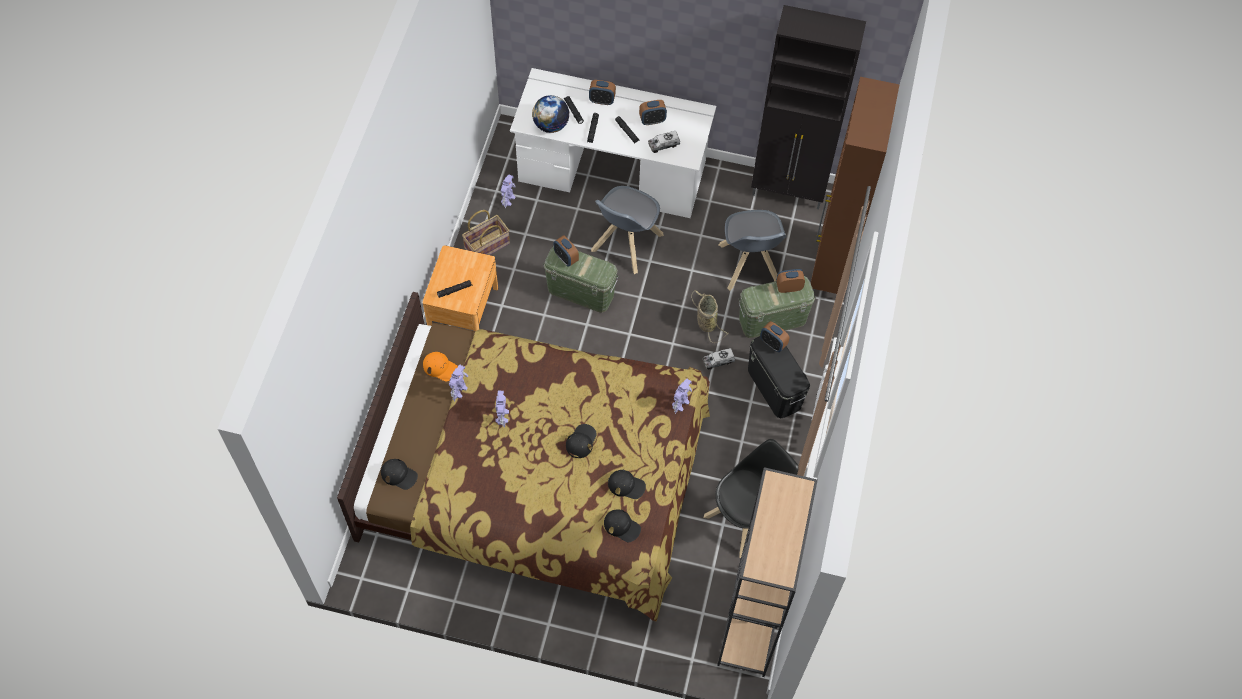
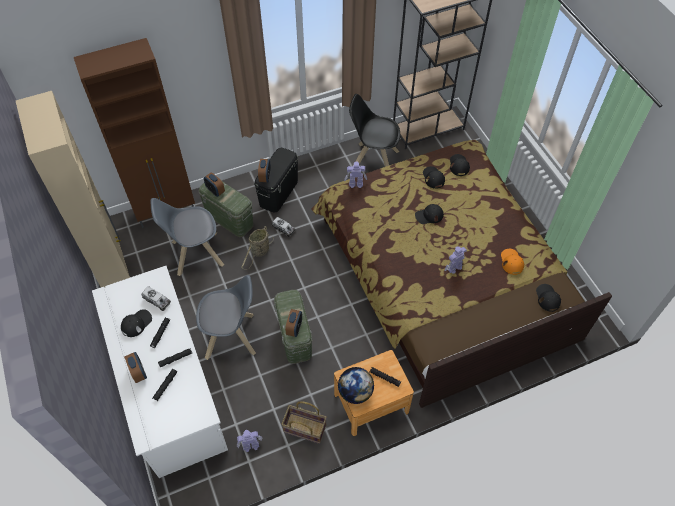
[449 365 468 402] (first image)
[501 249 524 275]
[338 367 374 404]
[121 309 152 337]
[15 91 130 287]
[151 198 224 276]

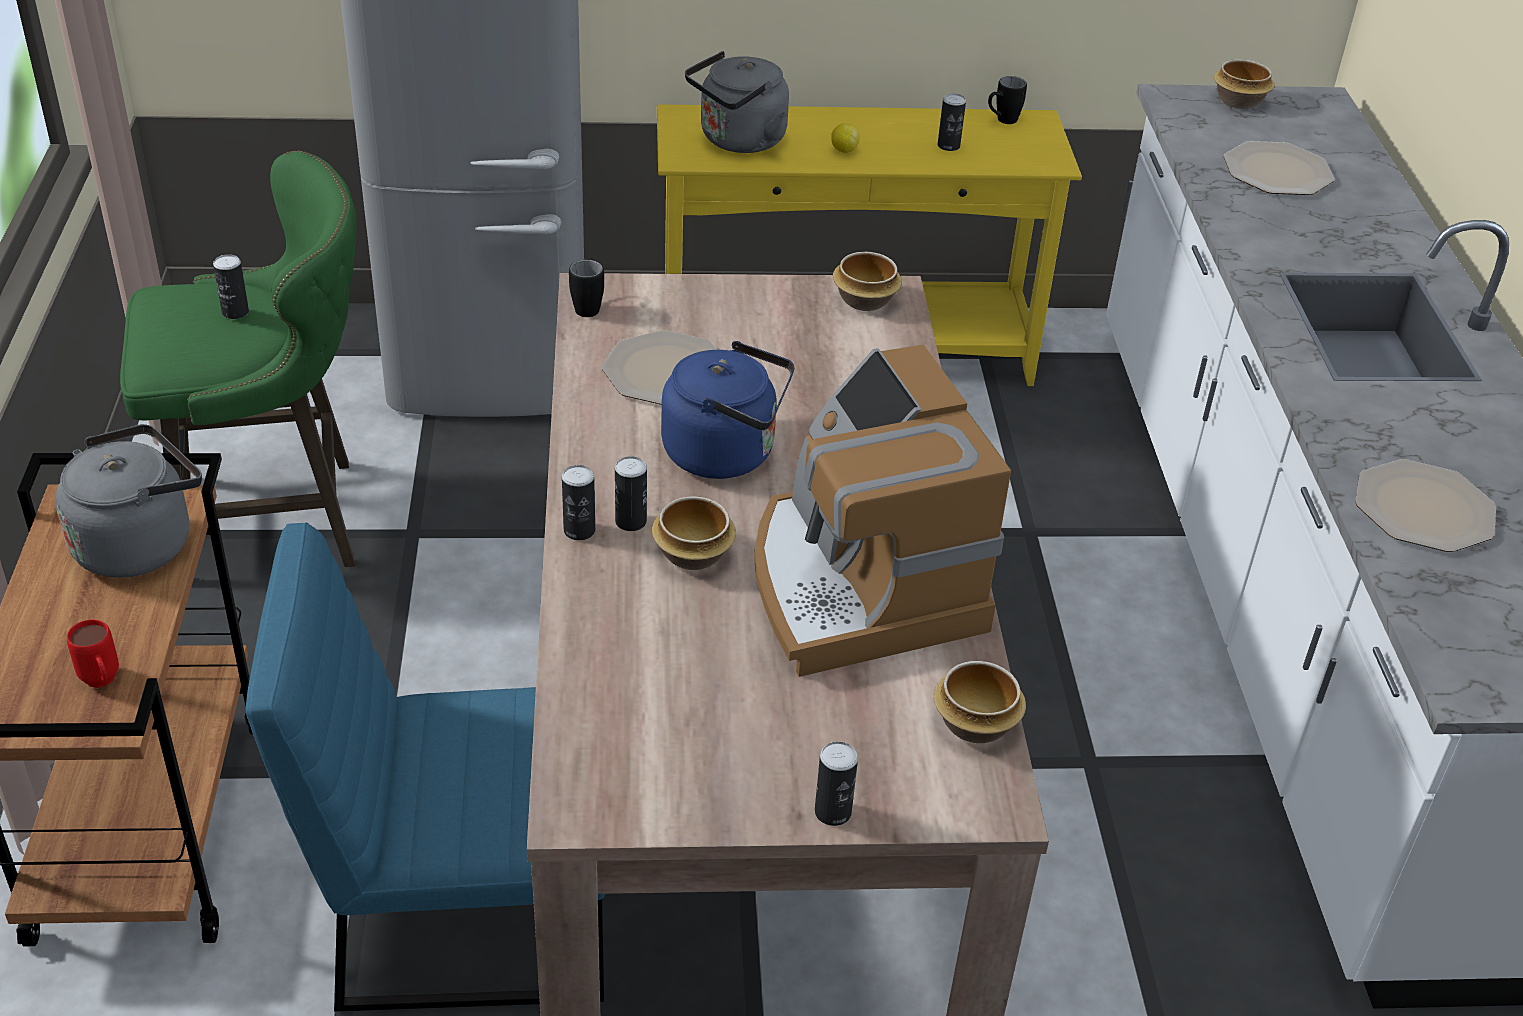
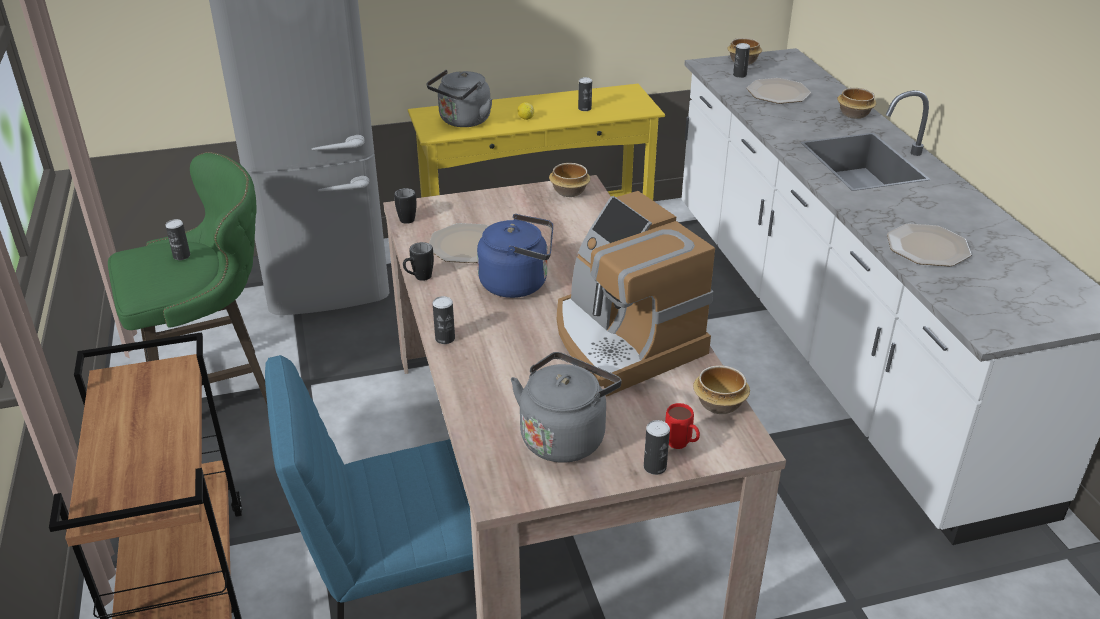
[511 352 621 463]
[665 403 700 449]
[733 43 750 78]
[837 88 877 119]
[403 242 434 281]

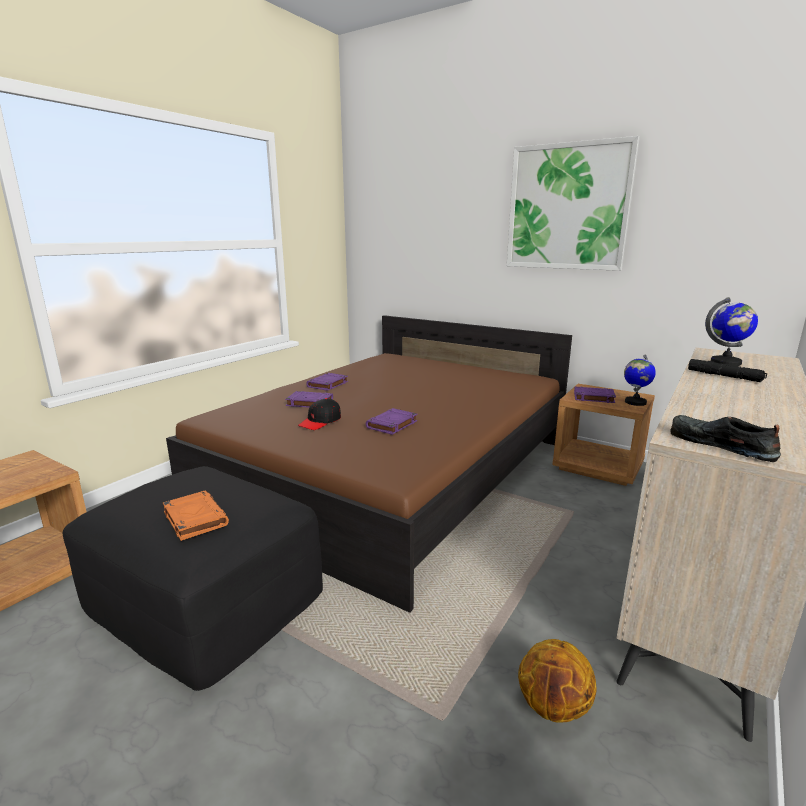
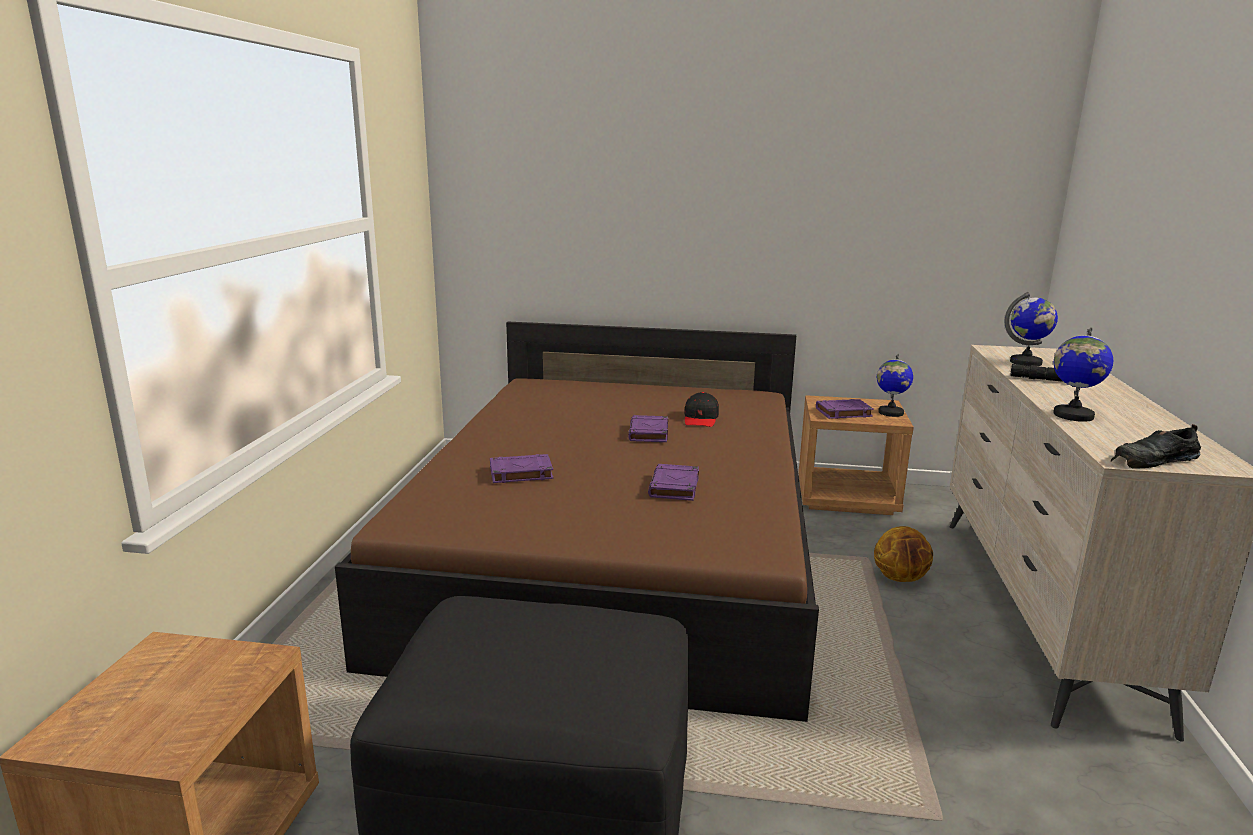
[163 490 229 541] (first image)
[507 136 640 271] (first image)
[1053 327 1114 422]
[684 392 719 427]
[628 415 668 442]
[874 526 933 582]
[1111 424 1201 468]

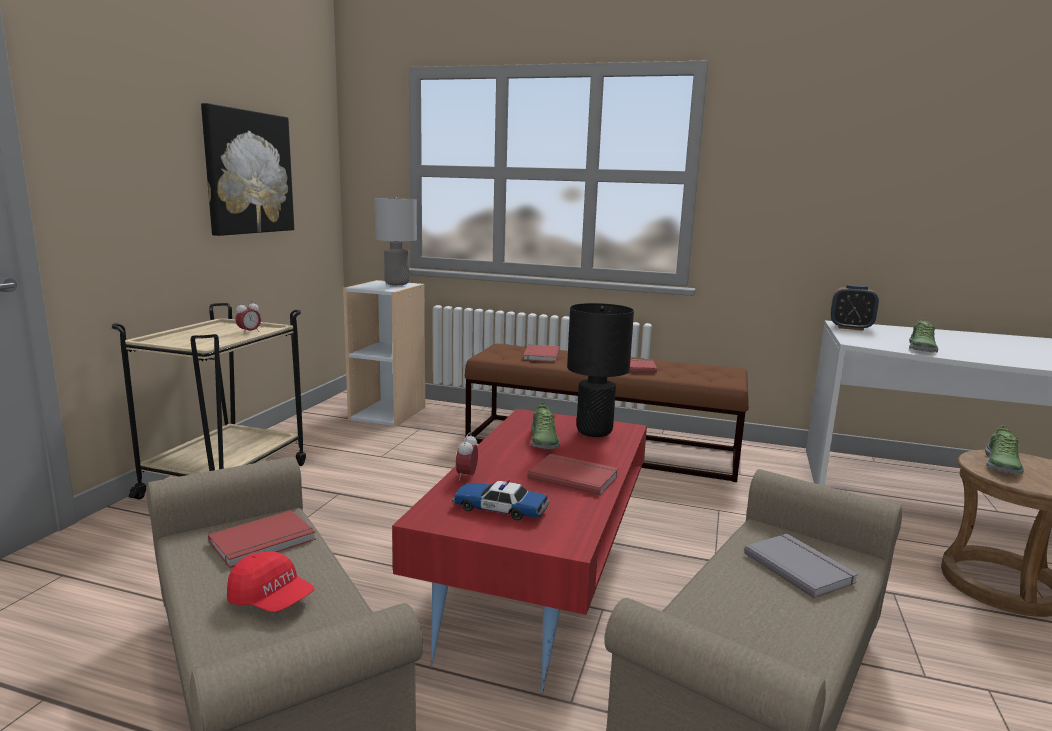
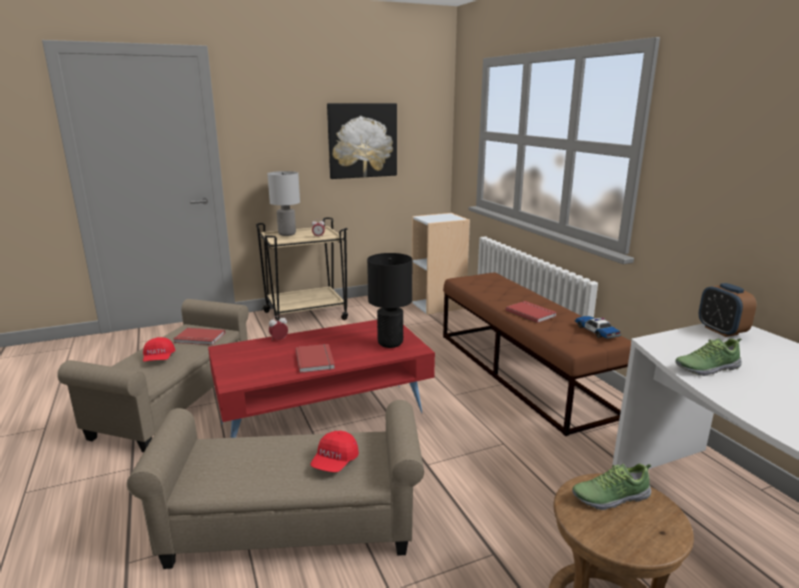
[523 345 560 362] (first image)
[531 402 560 449] (first image)
[267 171 300 236]
[575 316 621 339]
[310 431 359 472]

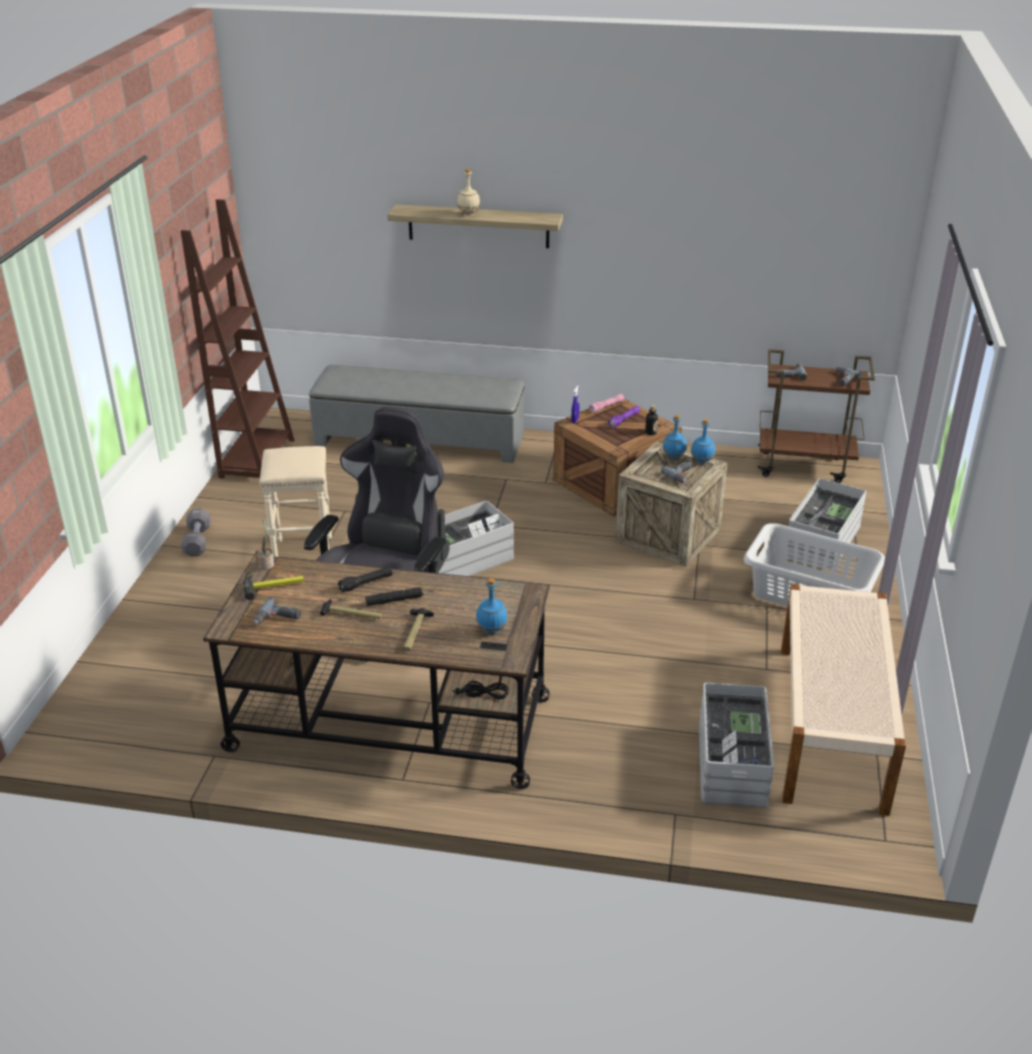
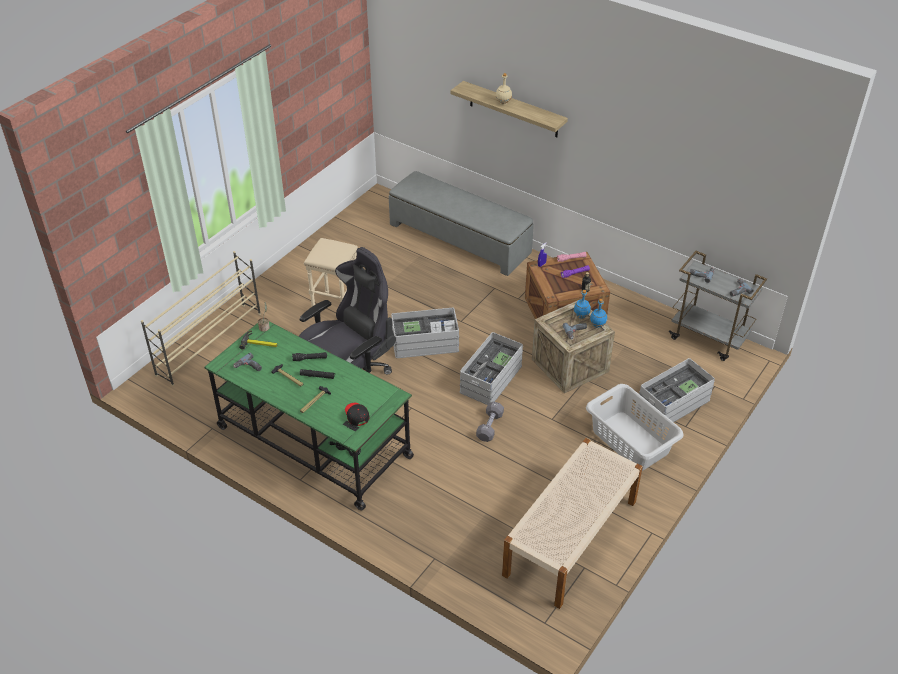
[181 199 295 479] (first image)
[141 251 261 386]
[476 402 504 442]
[460 332 523 405]
[345 403 369 426]
[204 321 414 510]
[669 251 767 361]

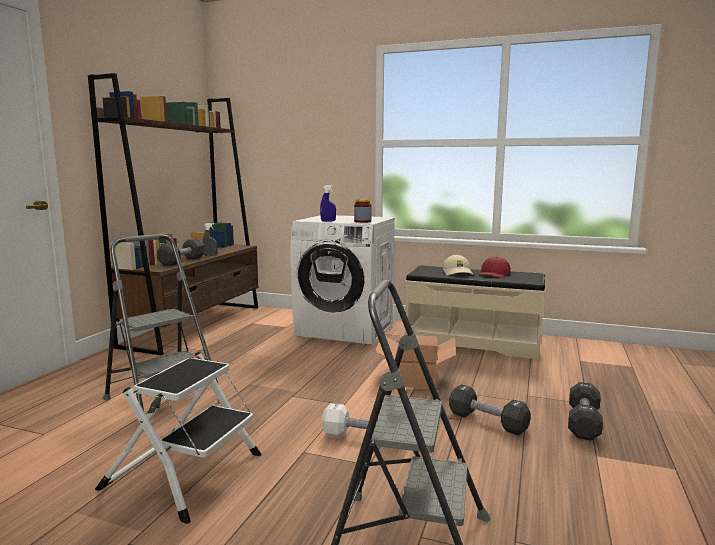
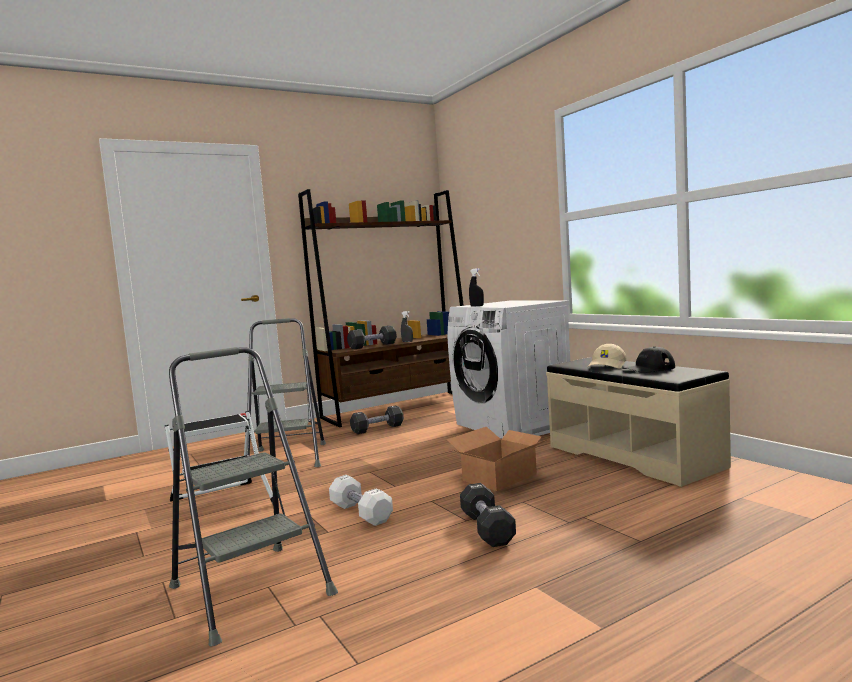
[354 199 371 223] (first image)
[350 405 404 434]
[469 268 484 306]
[623 346 675 373]

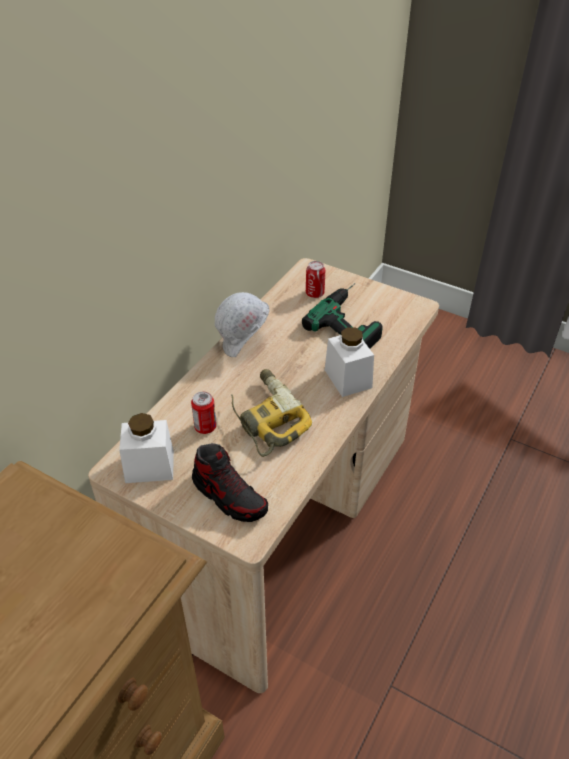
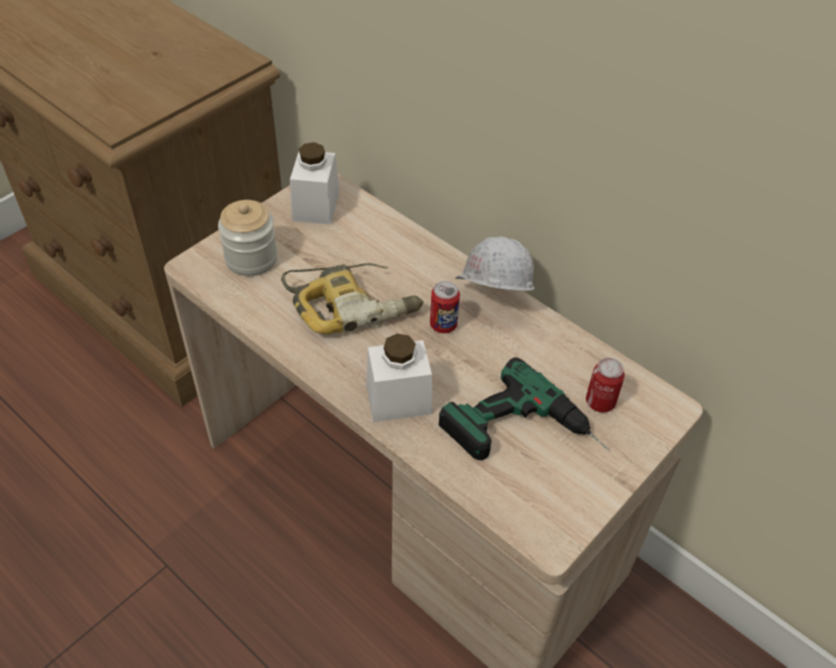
[430 281 460 333]
[218 200 278 276]

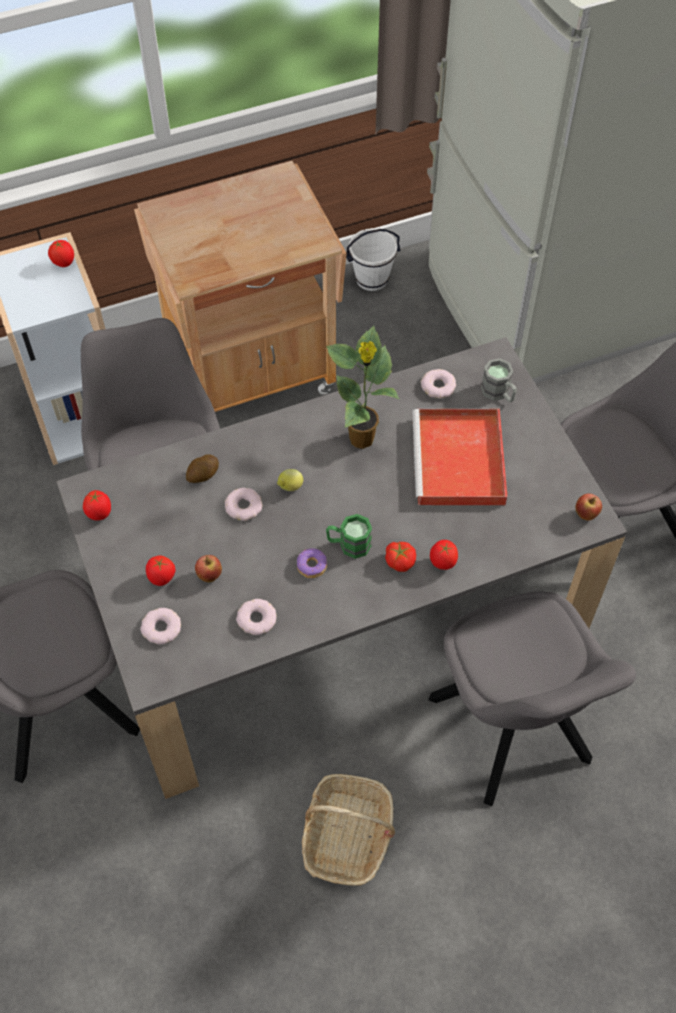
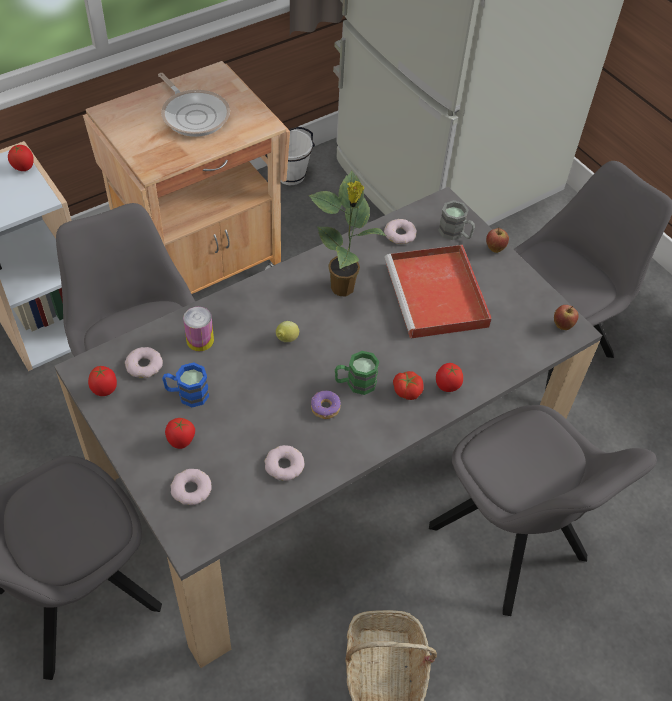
[158 73 230 137]
[162 362 209 407]
[486 227 509 253]
[125 347 163 378]
[183 307 214 351]

